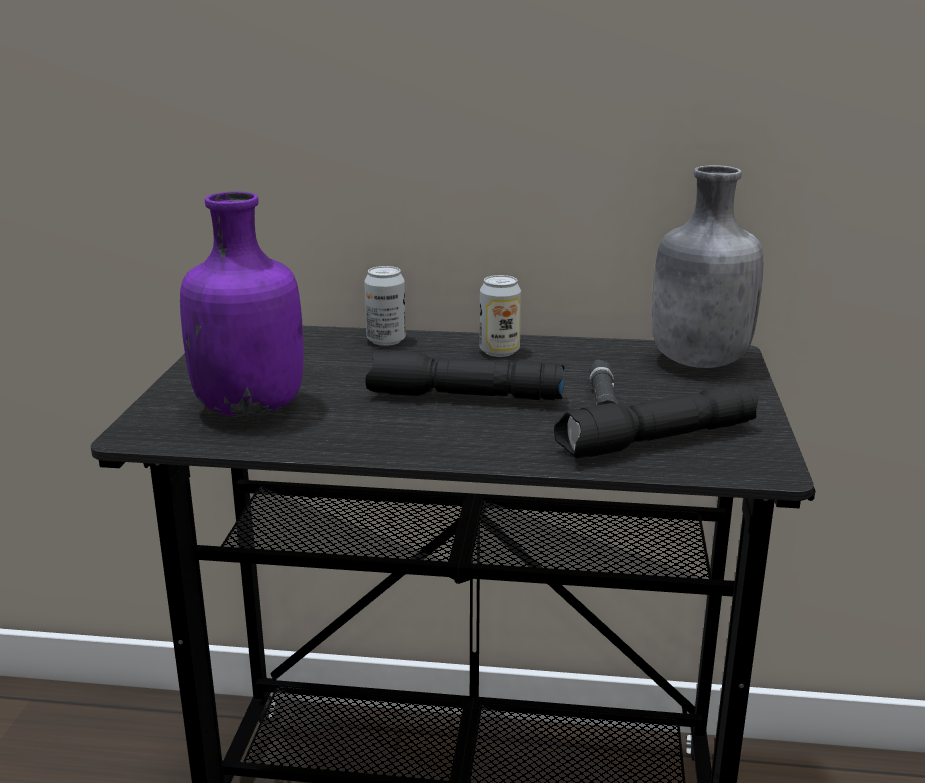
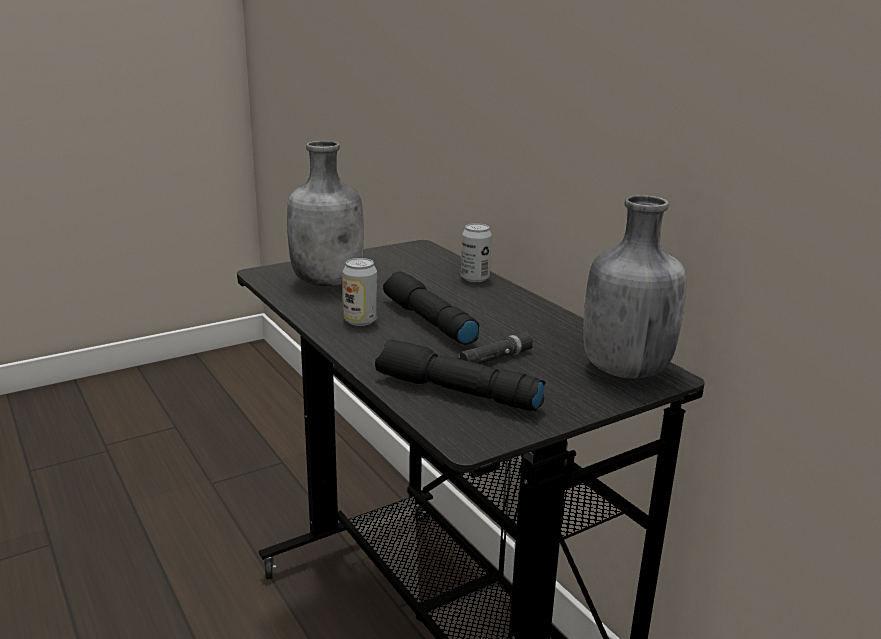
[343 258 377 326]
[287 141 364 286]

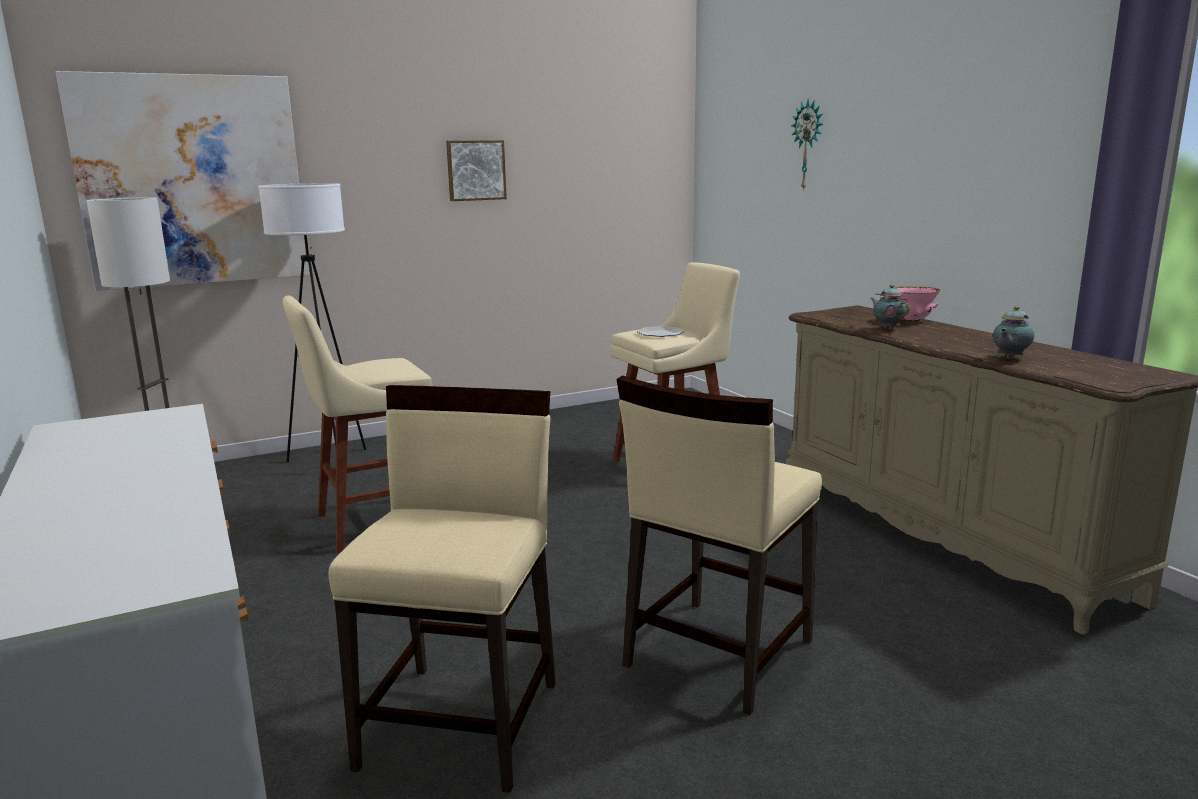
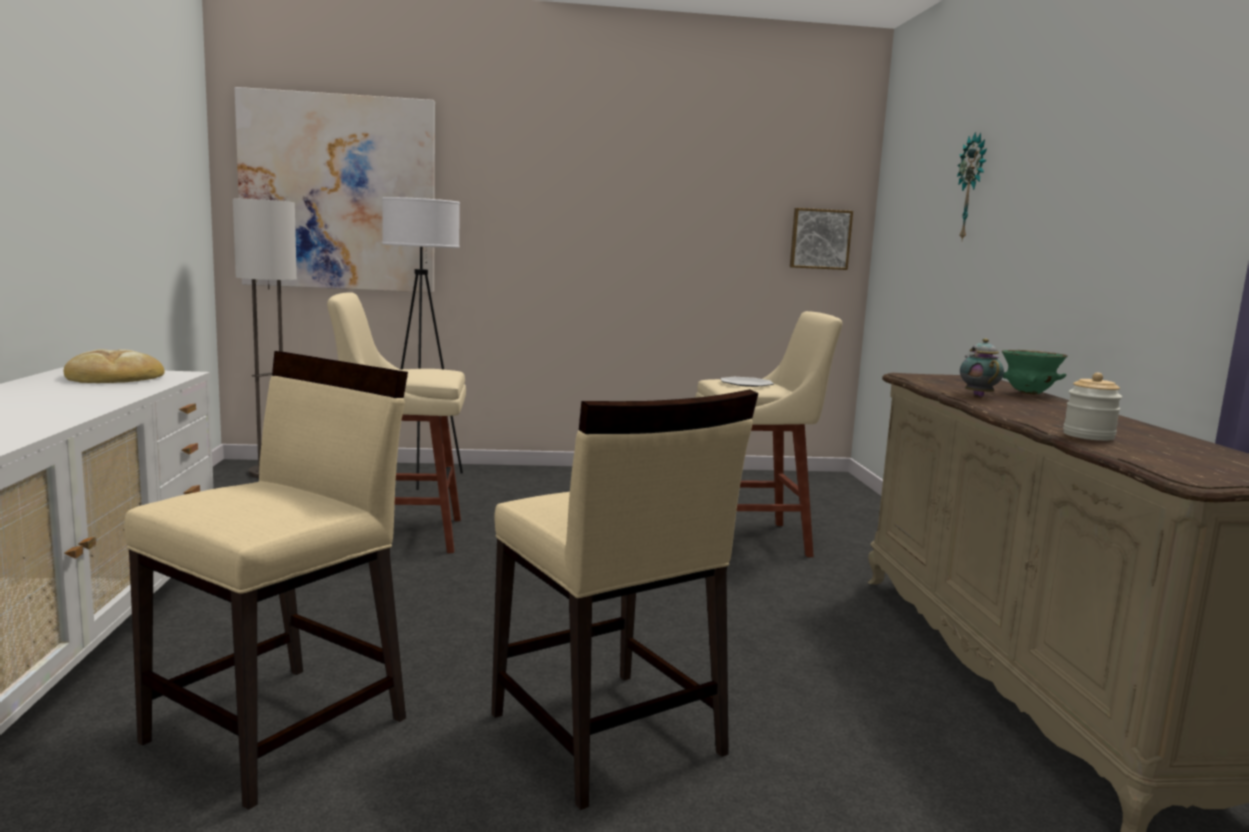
[63 349 165 383]
[790 208 853 270]
[1063 373 1122 441]
[1002 350 1068 395]
[491 389 758 810]

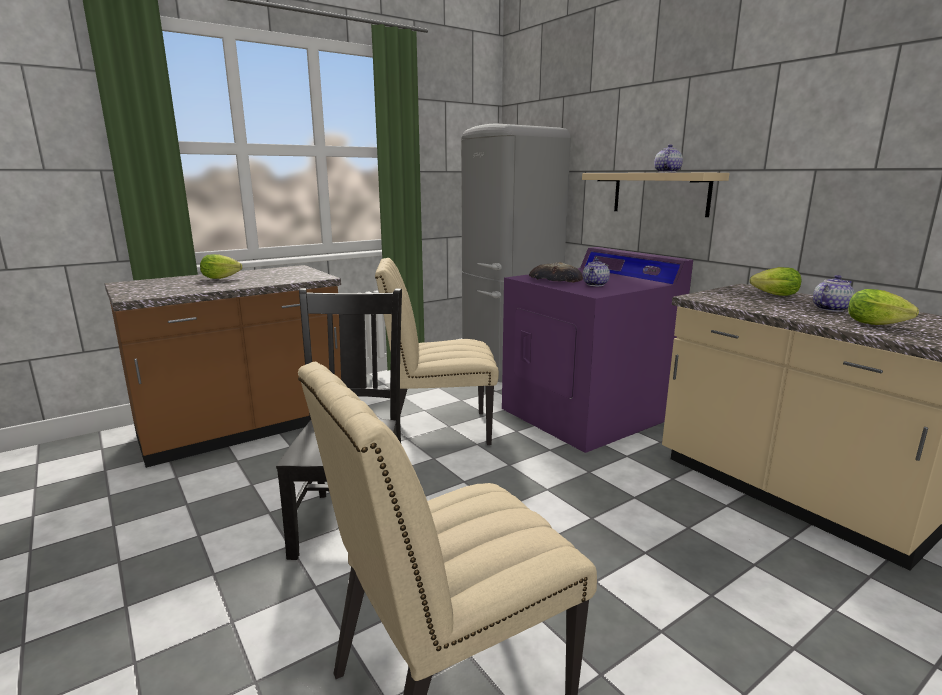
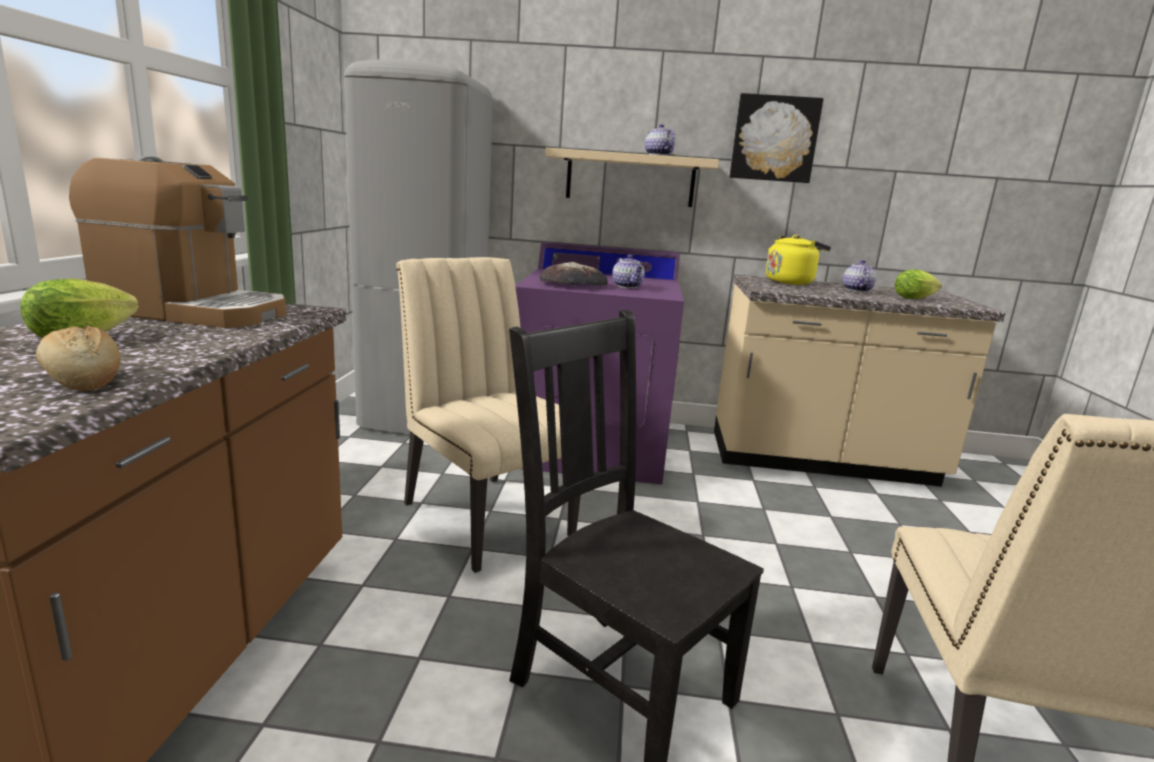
[36 325 121 391]
[69 156 286 328]
[729 93 824 183]
[766 235 831 285]
[396 257 581 573]

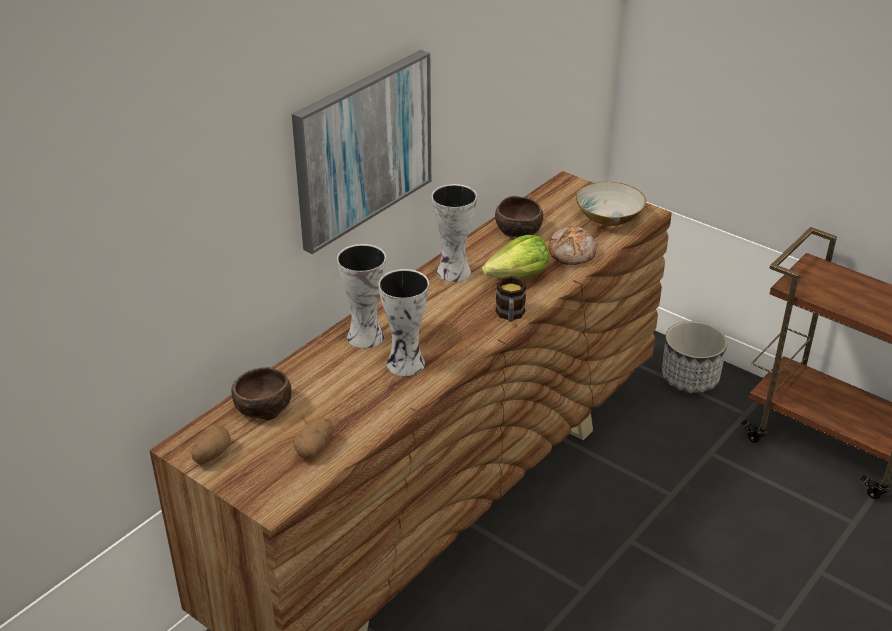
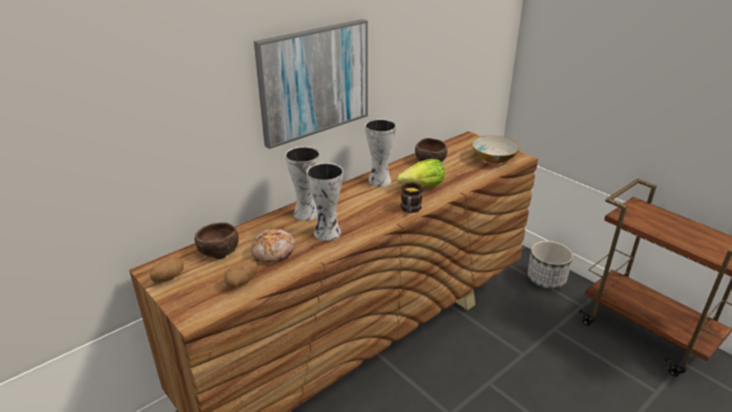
[251 228 295 262]

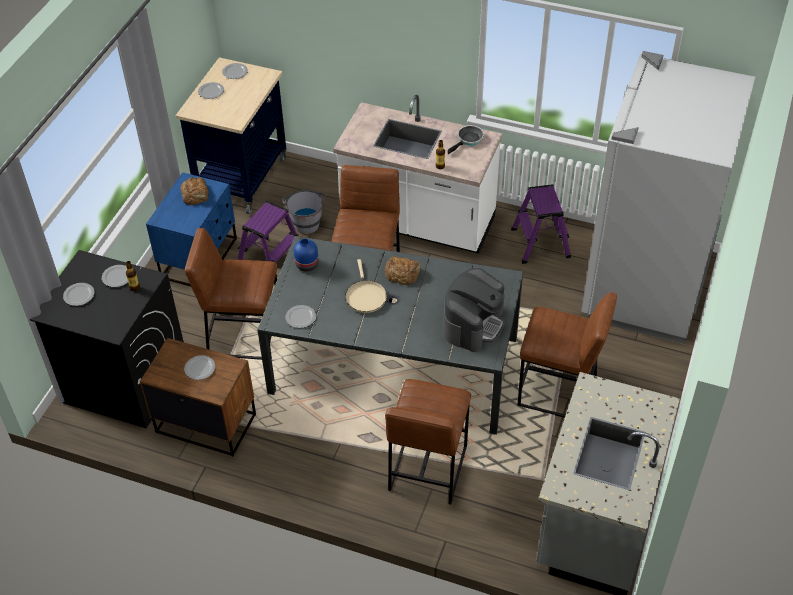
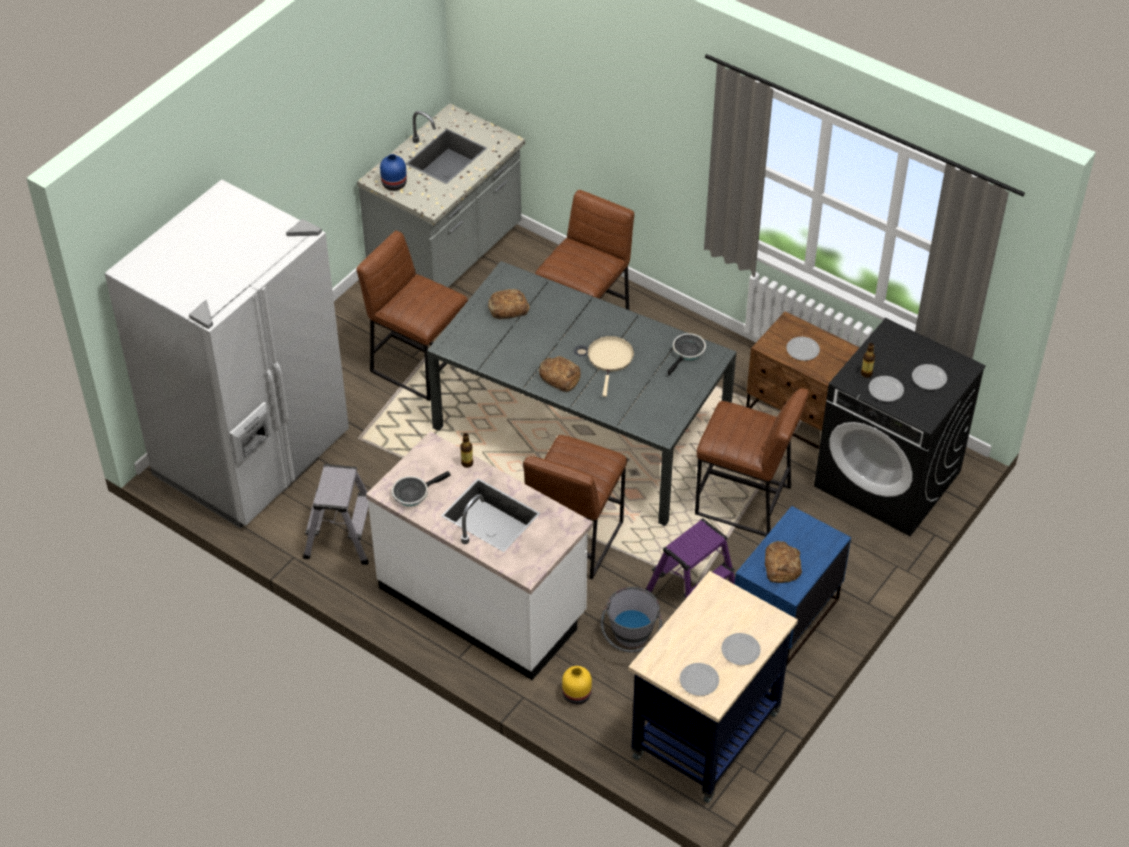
[562 666 592 705]
[380 154 407 191]
[668 333 706 376]
[488 289 530 319]
[303 464 369 565]

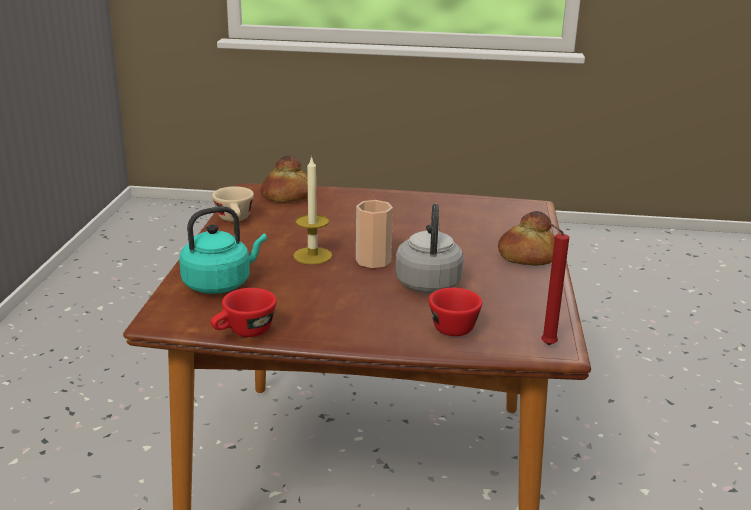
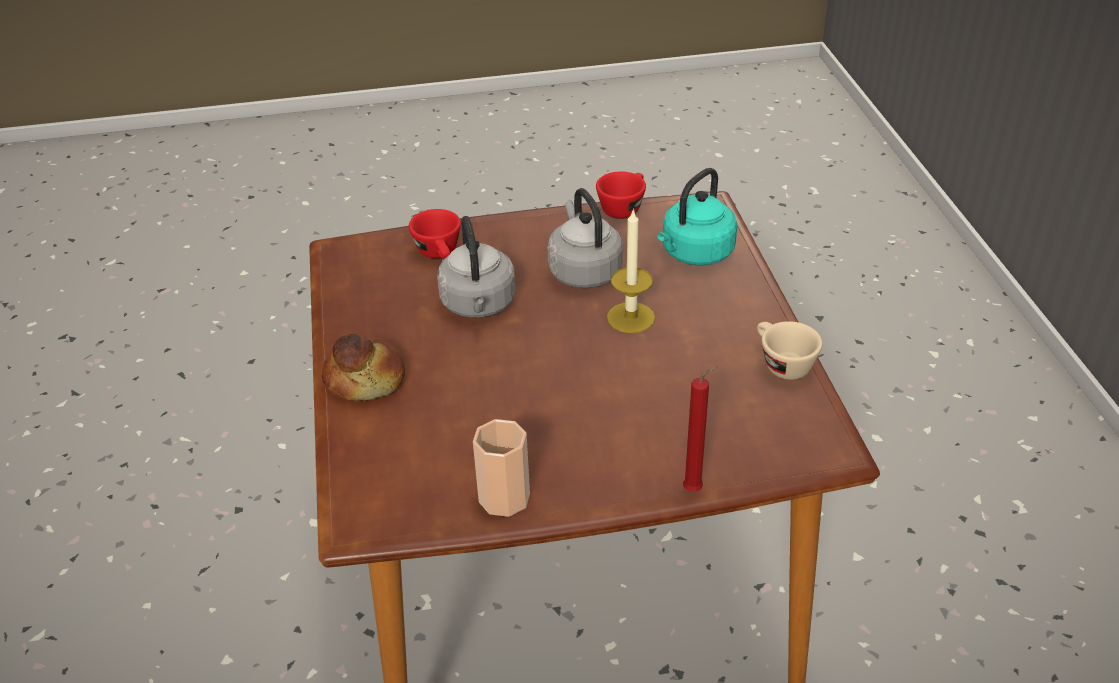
[260 156 308 203] (first image)
[548 188 623 288]
[473 419 530 517]
[683 366 718 492]

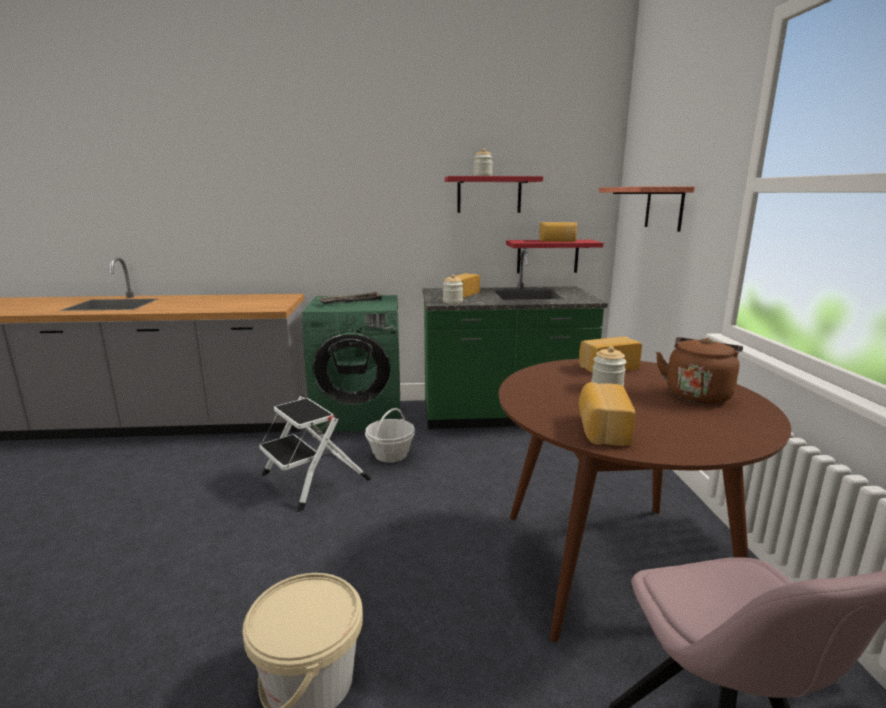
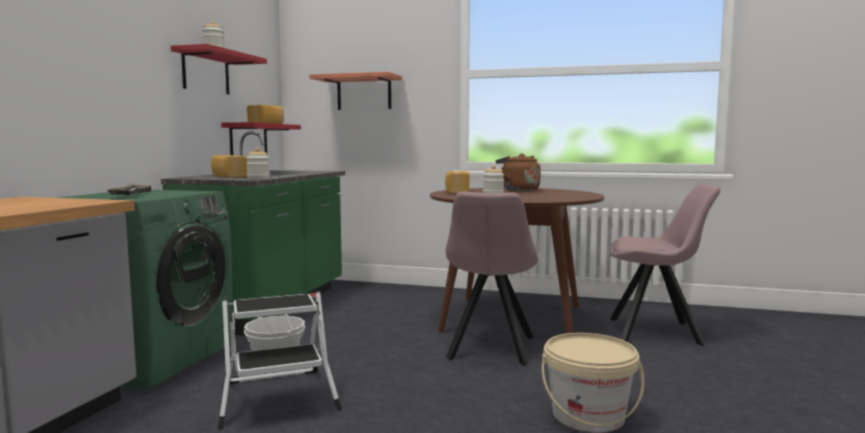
[579 382 635 446] (first image)
[446 192 538 365]

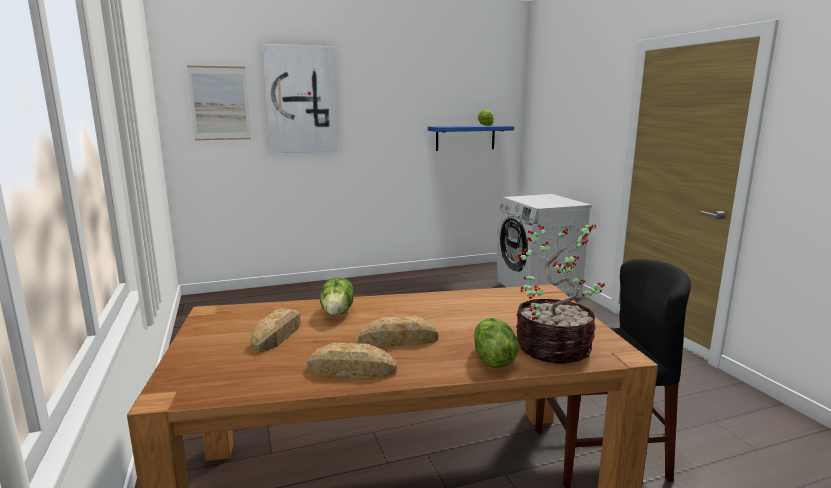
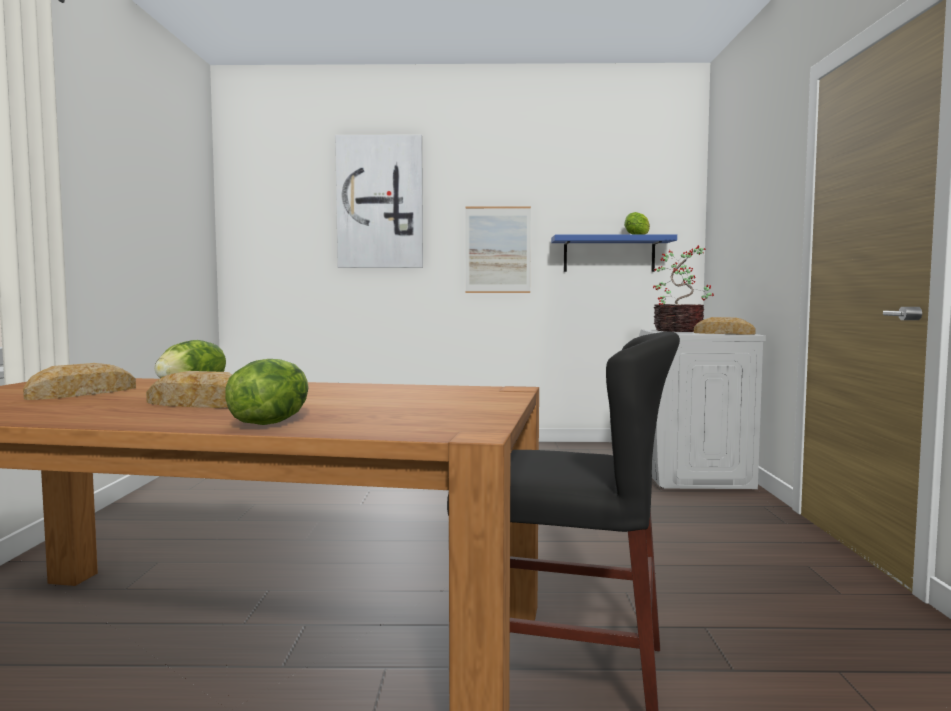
[466 206 531 293]
[694 317 756 334]
[653 245 714 332]

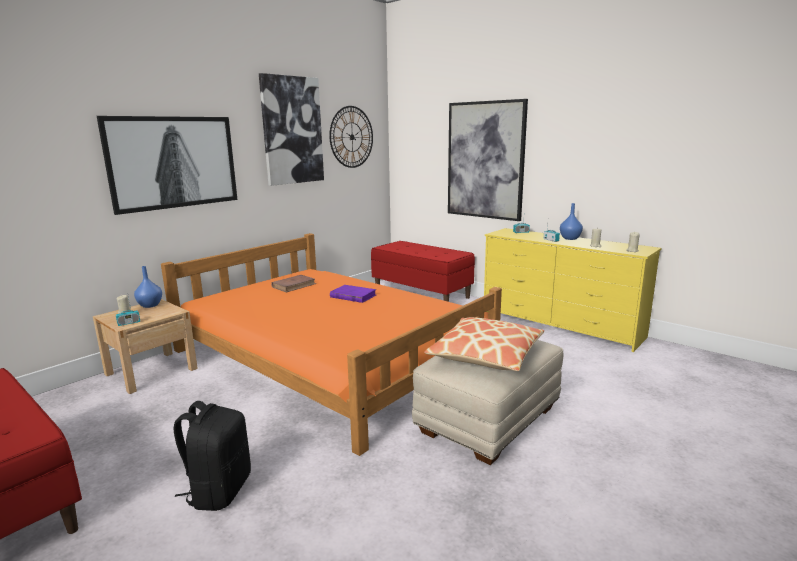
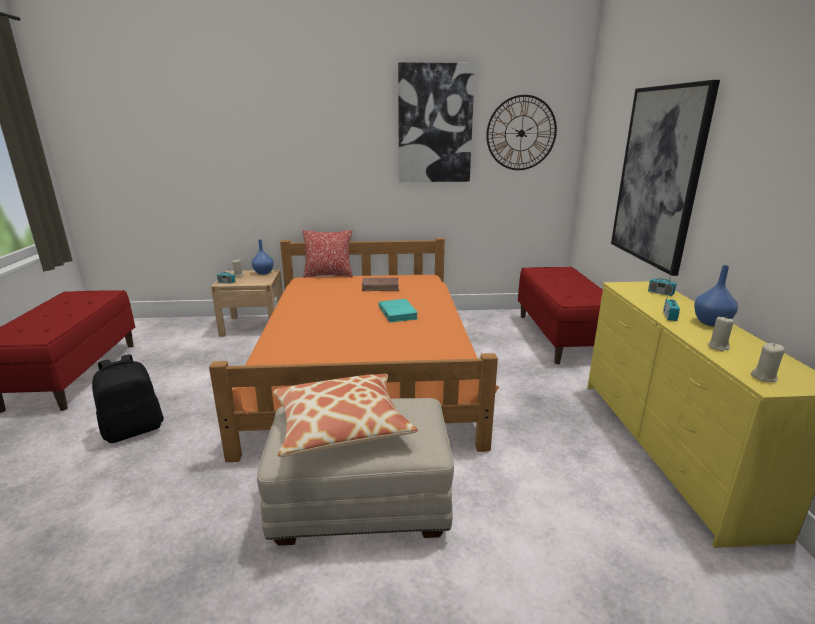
[97 116 238 215] (first image)
[303 230 353 278]
[378 299 418 322]

